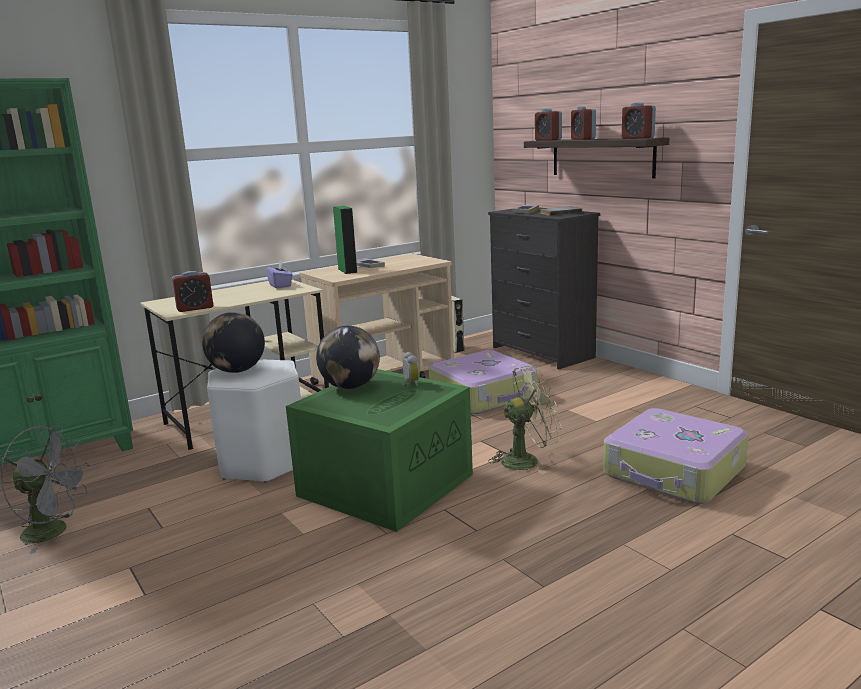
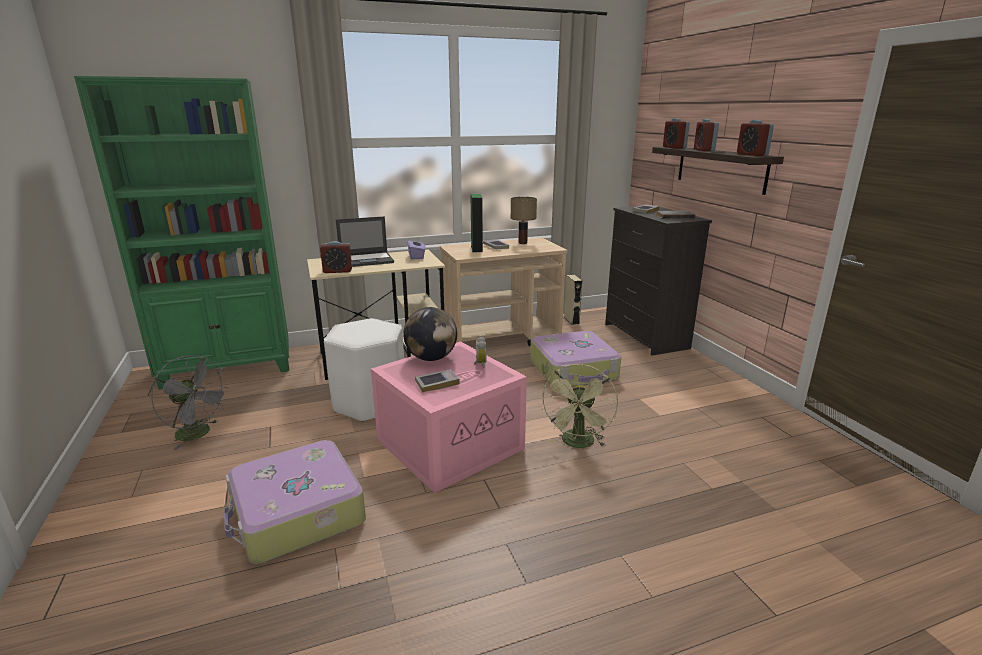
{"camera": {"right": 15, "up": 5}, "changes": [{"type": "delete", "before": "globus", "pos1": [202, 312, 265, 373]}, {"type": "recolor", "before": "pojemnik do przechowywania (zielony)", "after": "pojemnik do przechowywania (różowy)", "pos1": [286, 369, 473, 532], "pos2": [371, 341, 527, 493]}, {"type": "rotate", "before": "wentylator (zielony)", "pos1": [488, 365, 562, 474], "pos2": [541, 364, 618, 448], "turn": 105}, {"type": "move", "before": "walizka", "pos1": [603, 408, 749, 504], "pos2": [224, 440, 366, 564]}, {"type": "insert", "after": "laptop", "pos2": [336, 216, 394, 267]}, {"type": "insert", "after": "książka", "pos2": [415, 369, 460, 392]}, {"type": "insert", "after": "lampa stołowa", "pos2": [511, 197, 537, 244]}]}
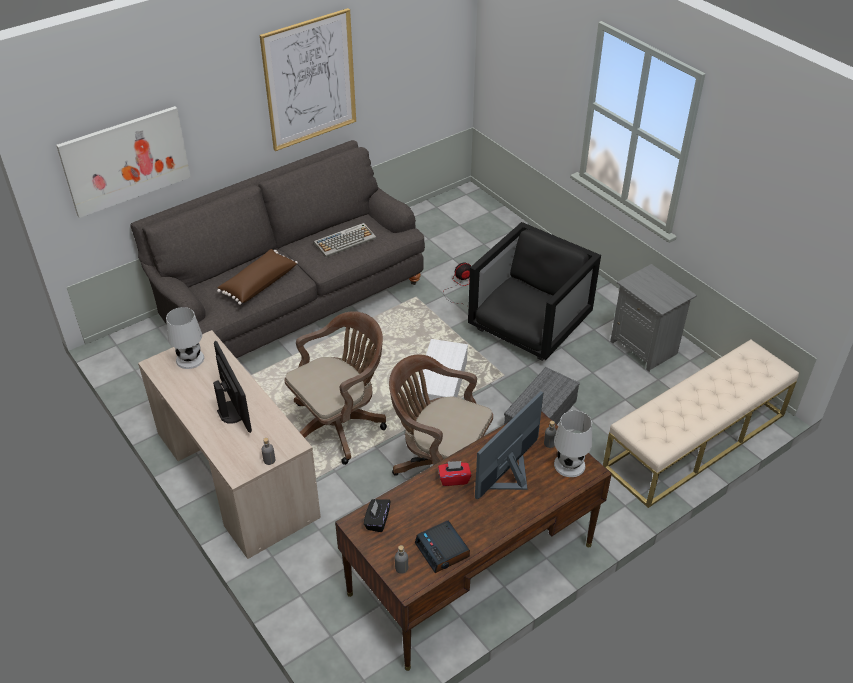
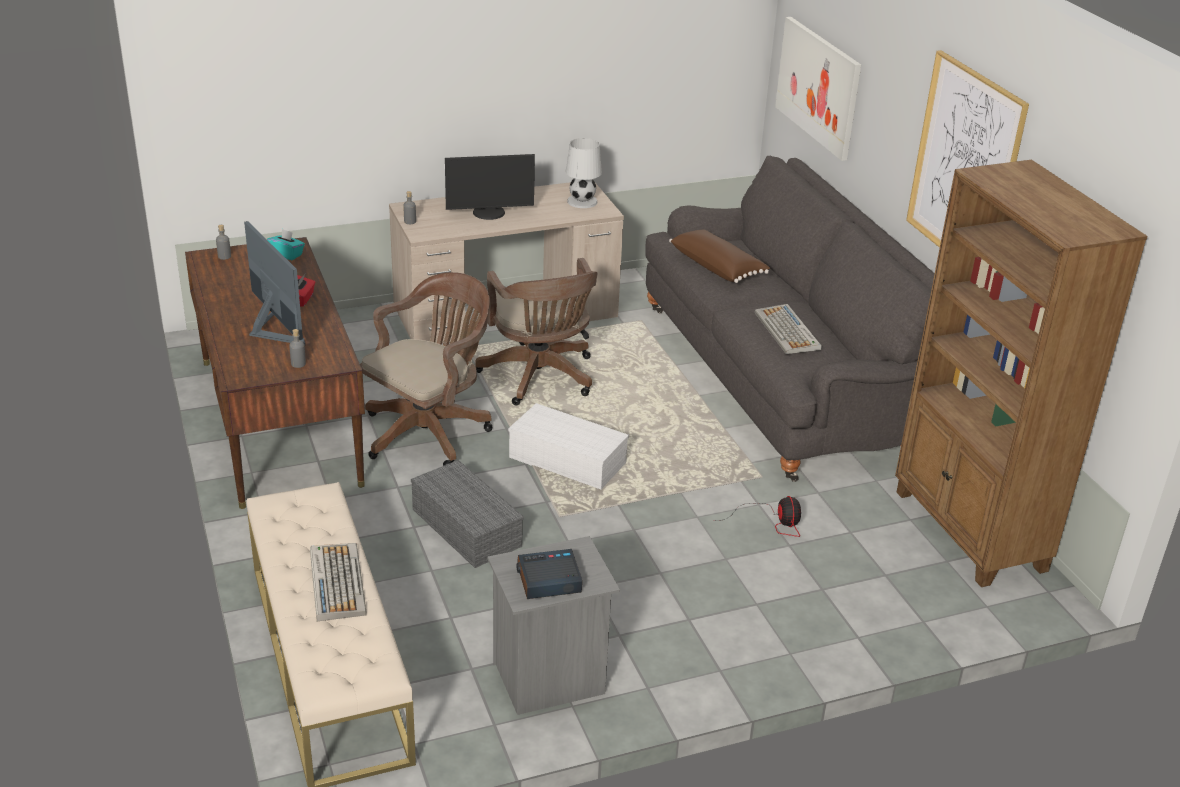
{"camera": {"right": 105, "up": -10}, "changes": [{"type": "recolor", "before": "pudełko chusteczek (czarny)", "after": "pudełko chusteczek (turkusowy)", "pos1": [364, 499, 390, 532], "pos2": [267, 229, 305, 260]}, {"type": "move", "before": "budzik", "pos1": [415, 521, 470, 573], "pos2": [516, 549, 582, 599]}, {"type": "delete", "before": "fotel (czarny)", "pos1": [468, 222, 601, 361]}, {"type": "delete", "before": "lampa stołowa (biały)", "pos1": [554, 410, 592, 477]}, {"type": "insert", "after": "klawiatura", "pos2": [310, 543, 367, 621]}, {"type": "insert", "after": "regał (brązowy)", "pos2": [895, 160, 1148, 587]}]}
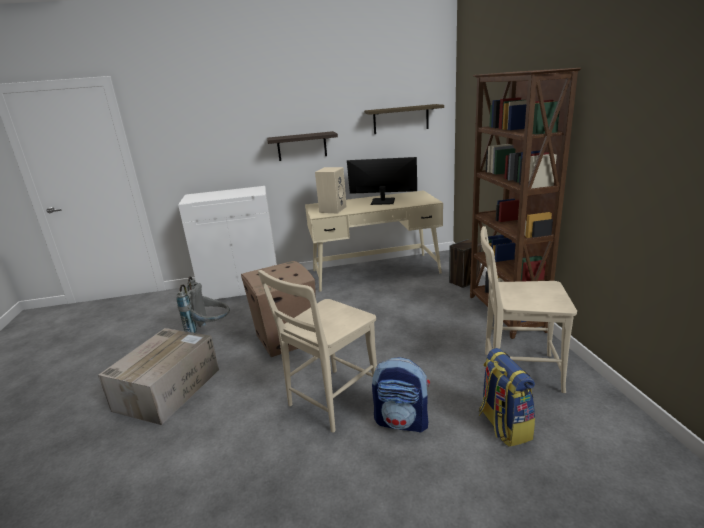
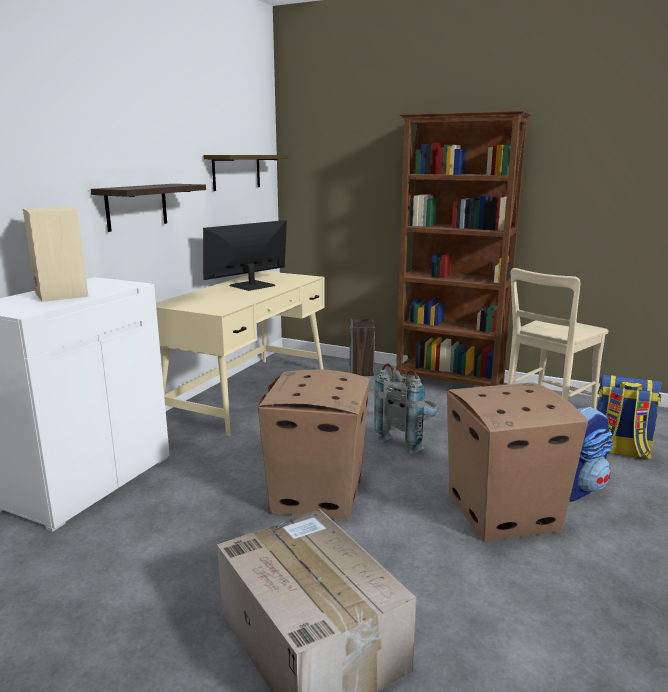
{"camera": {"right": -55, "up": -5}, "changes": [{"type": "move", "before": "plecak (szary)", "pos1": [176, 276, 230, 333], "pos2": [374, 364, 439, 453]}, {"type": "replace", "before": "krzesło (beżowy)", "after": "karton", "pos1": [258, 270, 377, 433], "pos2": [447, 383, 588, 542]}, {"type": "move", "before": "głośnik (beżowy)", "pos1": [315, 167, 347, 214], "pos2": [23, 206, 88, 302]}]}
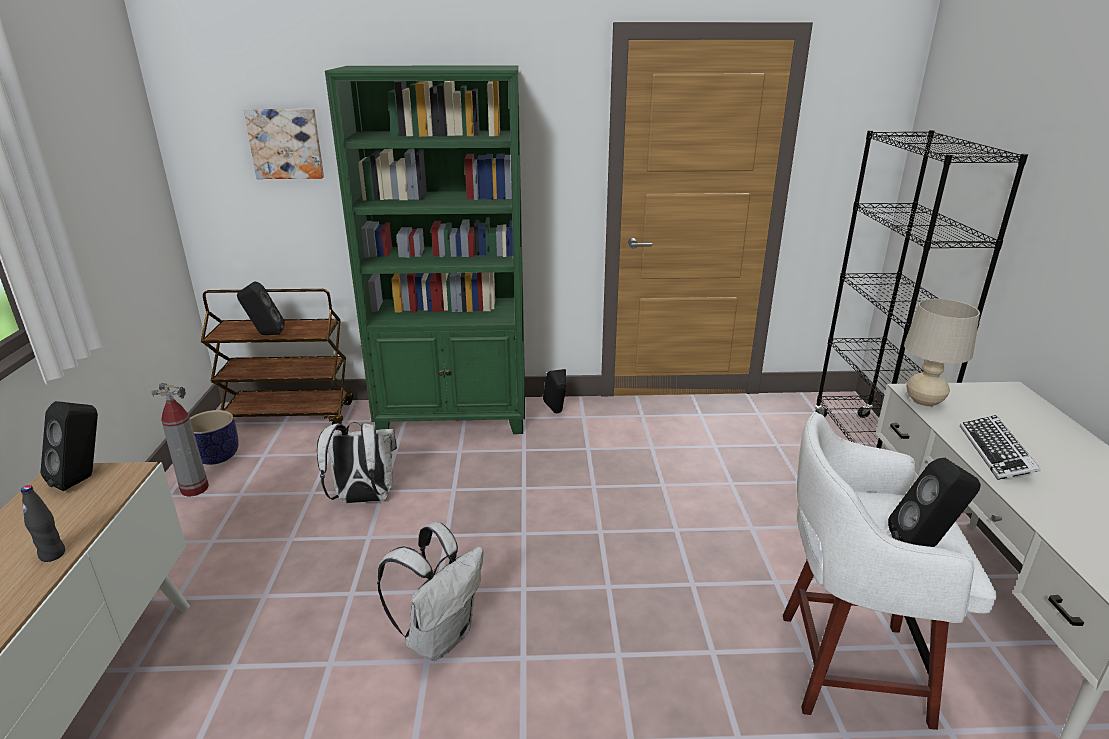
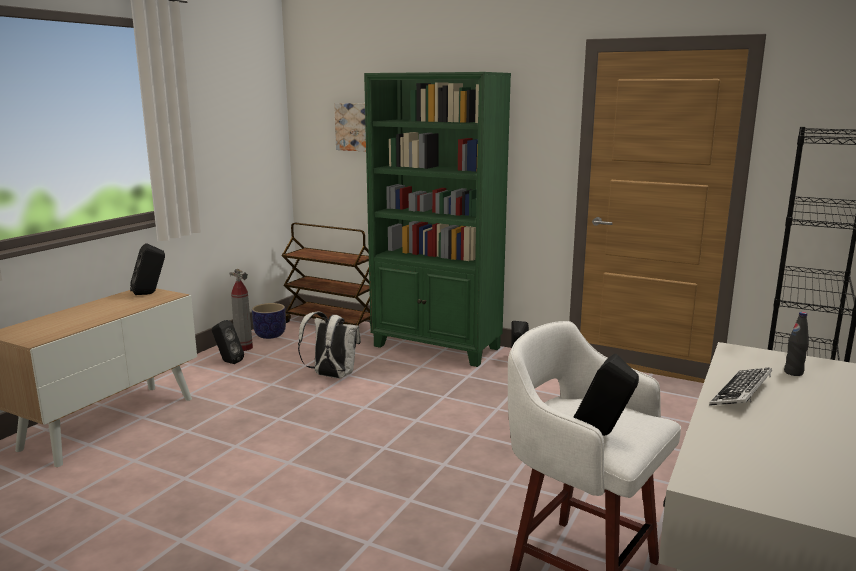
{"camera": {"right": 30, "up": -10}, "changes": [{"type": "move", "before": "butelka (czarny)", "pos1": [21, 485, 65, 562], "pos2": [784, 312, 809, 376]}, {"type": "move", "before": "głośnik (czarny)", "pos1": [237, 281, 285, 335], "pos2": [212, 320, 244, 364]}, {"type": "delete", "before": "plecak (biały)", "pos1": [377, 522, 483, 660]}, {"type": "delete", "before": "lampa stołowa (beżowy)", "pos1": [904, 299, 980, 407]}]}
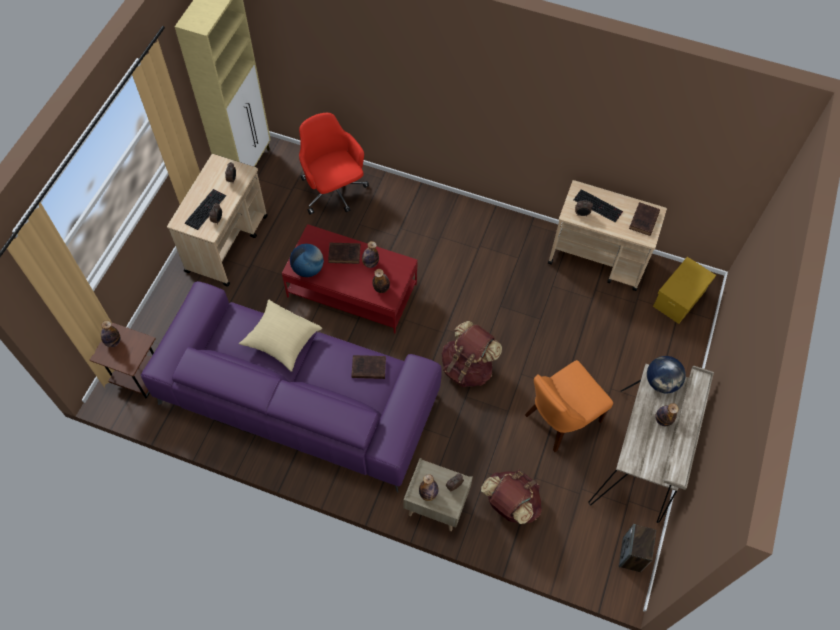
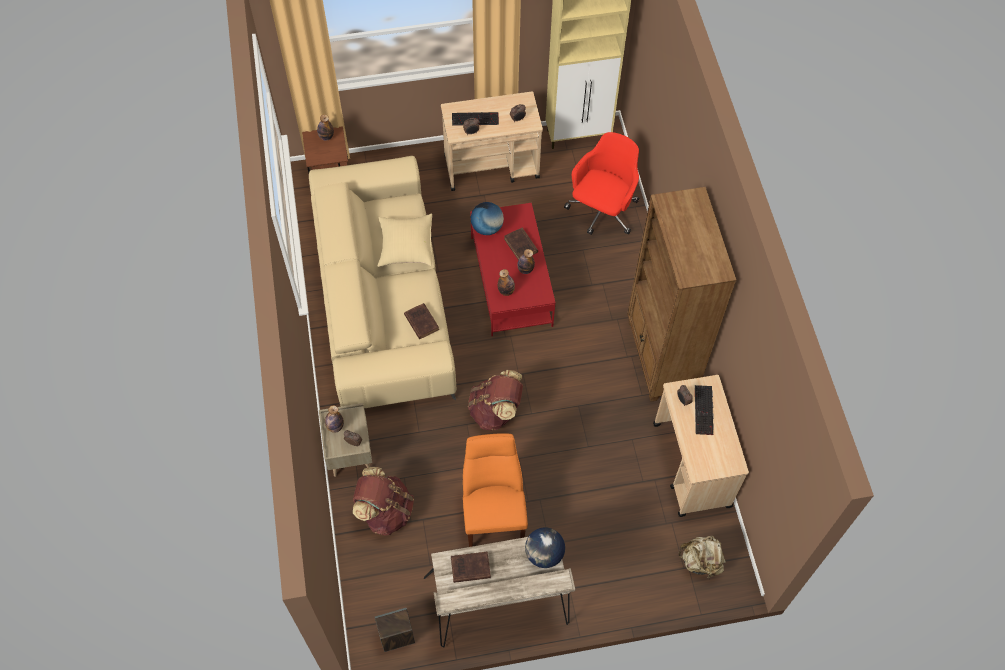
{"camera": {"right": 60, "up": 0}, "changes": [{"type": "recolor", "before": "kanapa (fioletowy)", "after": "kanapa (beżowy)", "pos1": [141, 281, 442, 493], "pos2": [309, 156, 456, 408]}, {"type": "rotate", "before": "krzesło (pomarańczowy)", "pos1": [525, 360, 613, 452], "pos2": [463, 433, 528, 547], "turn": 60}, {"type": "move", "before": "książka (brązowy)", "pos1": [629, 202, 660, 236], "pos2": [451, 551, 491, 583]}, {"type": "replace", "before": "pojemnik do przechowywania (żółty)", "after": "plecak (beżowy)", "pos1": [653, 257, 716, 324], "pos2": [678, 536, 726, 578]}, {"type": "delete", "before": "butelka", "pos1": [655, 403, 679, 426]}, {"type": "insert", "after": "regał (brązowy)", "pos2": [627, 187, 736, 402]}]}
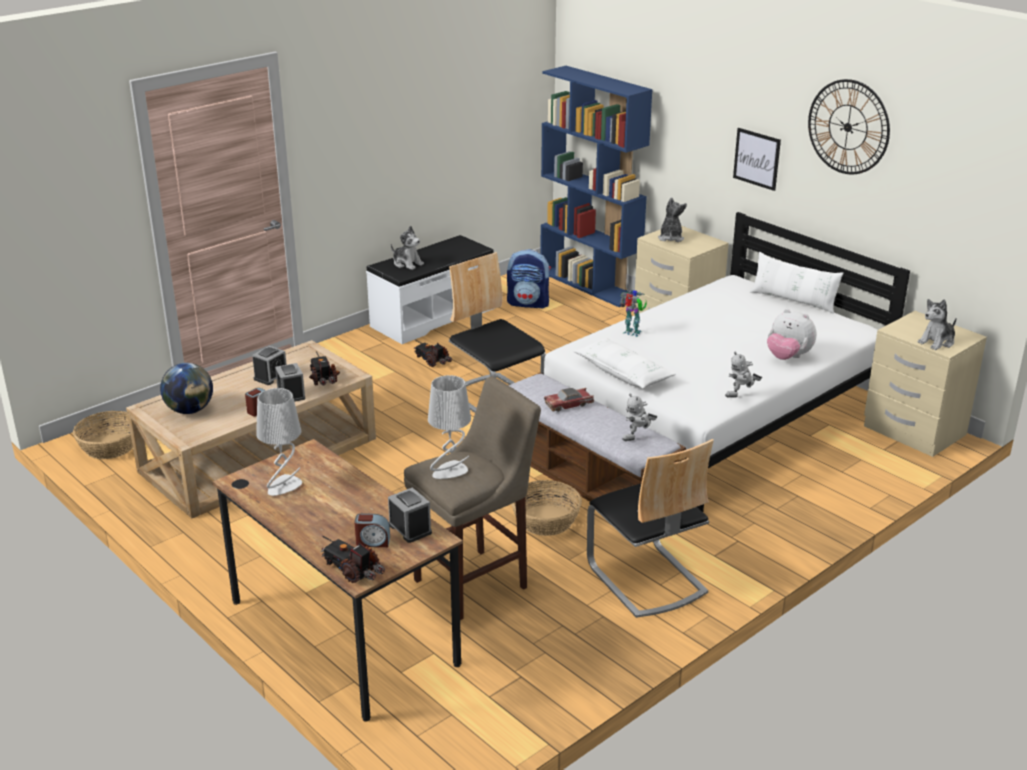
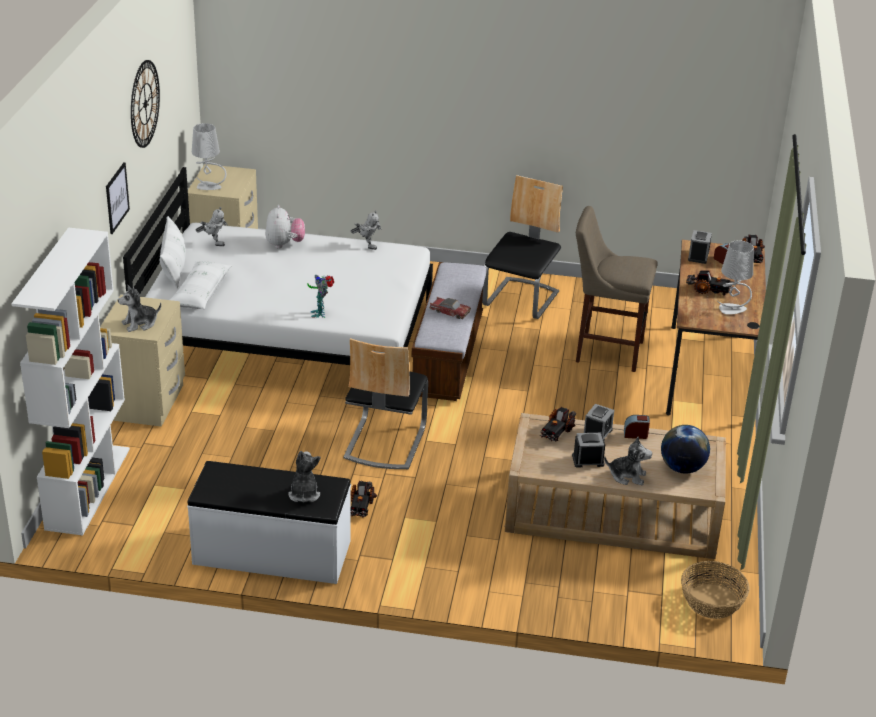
{"camera": {"right": -130, "up": 5}, "changes": [{"type": "move", "before": "lampa stołowa (szary)", "pos1": [428, 375, 471, 479], "pos2": [192, 123, 226, 190]}, {"type": "delete", "before": "plecak", "pos1": [507, 249, 551, 308]}, {"type": "delete", "before": "koszyk", "pos1": [512, 480, 582, 536]}, {"type": "recolor", "before": "regał (niebieski)", "after": "regał (biały)", "pos1": [540, 66, 653, 307], "pos2": [11, 227, 130, 536]}, {"type": "move", "before": "poduszka (biały)", "pos1": [573, 338, 676, 388], "pos2": [170, 261, 232, 309]}, {"type": "move", "before": "robot zabawkowy", "pos1": [622, 394, 657, 441], "pos2": [196, 207, 228, 246]}, {"type": "move", "before": "pluszak", "pos1": [918, 299, 957, 350], "pos2": [604, 437, 652, 486]}, {"type": "insert", "after": "ciężarówka zabawkowa", "pos2": [686, 271, 734, 296]}]}
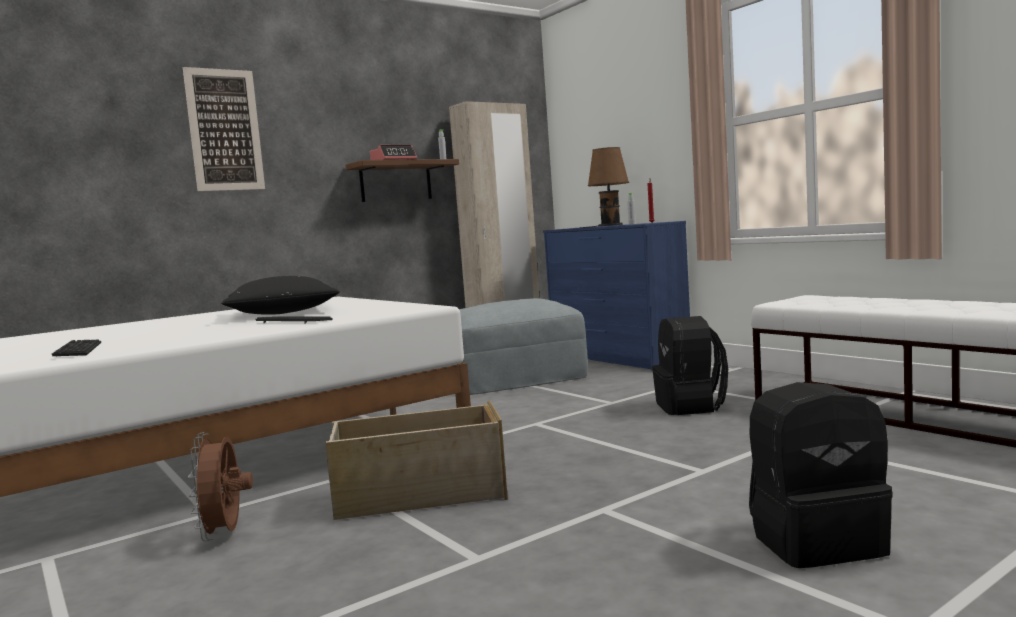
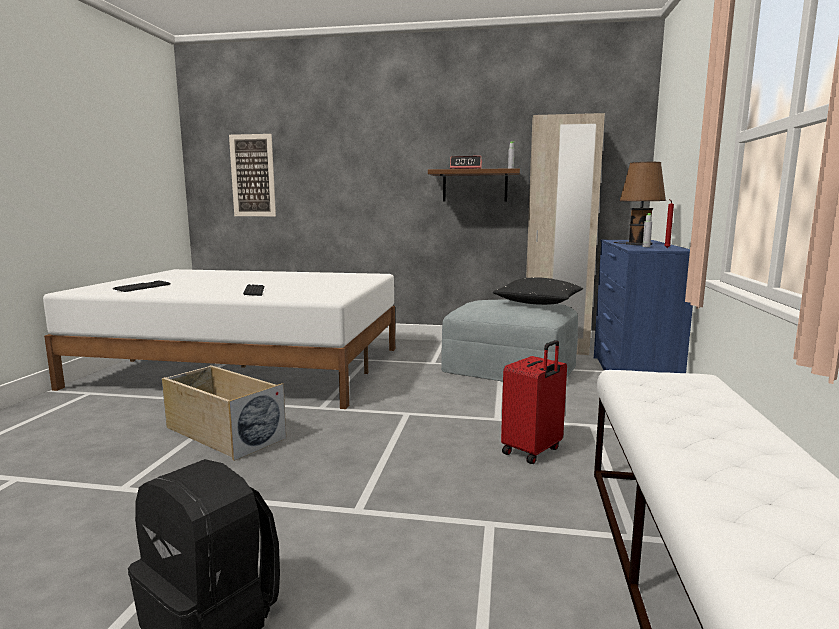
{"camera": {"right": 45, "up": 5}, "changes": [{"type": "move", "before": "obraz", "pos1": [183, 67, 265, 191], "pos2": [229, 134, 276, 216]}, {"type": "delete", "before": "wentylator (brązowy)", "pos1": [188, 432, 253, 541]}, {"type": "move", "before": "poduszka (czarny)", "pos1": [221, 276, 340, 315], "pos2": [492, 277, 583, 305]}, {"type": "replace", "before": "plecak (czarny)", "after": "walizka (czerwony)", "pos1": [652, 316, 728, 415], "pos2": [501, 340, 567, 464]}]}
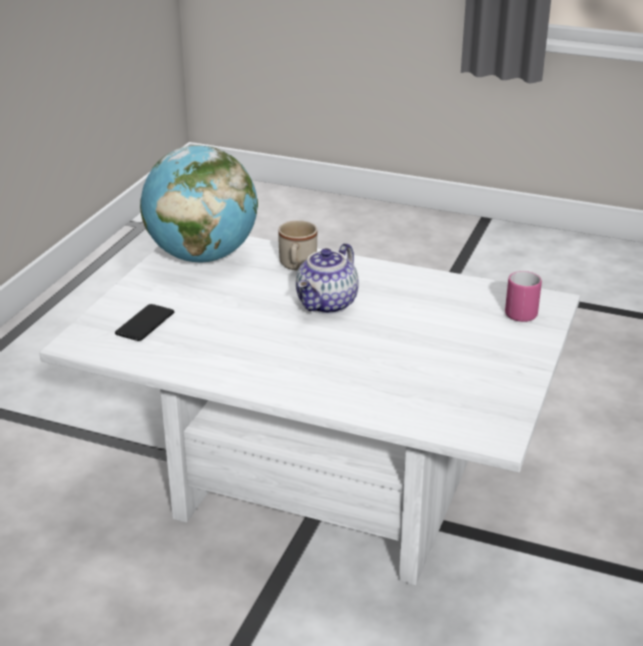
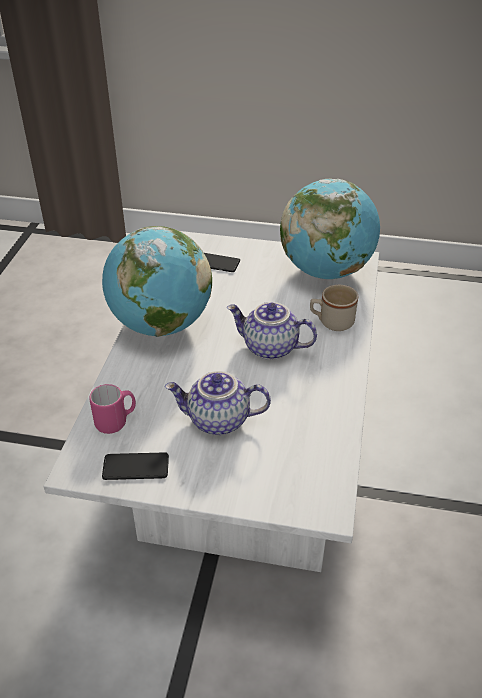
{"camera": {"right": 80, "up": 10}, "changes": [{"type": "move", "before": "kubek (różowy)", "pos1": [505, 271, 542, 322], "pos2": [89, 384, 136, 434]}, {"type": "insert", "after": "globus", "pos2": [102, 226, 212, 337]}, {"type": "insert", "after": "telefon", "pos2": [102, 452, 169, 480]}, {"type": "insert", "after": "imbryk", "pos2": [165, 371, 271, 435]}]}
